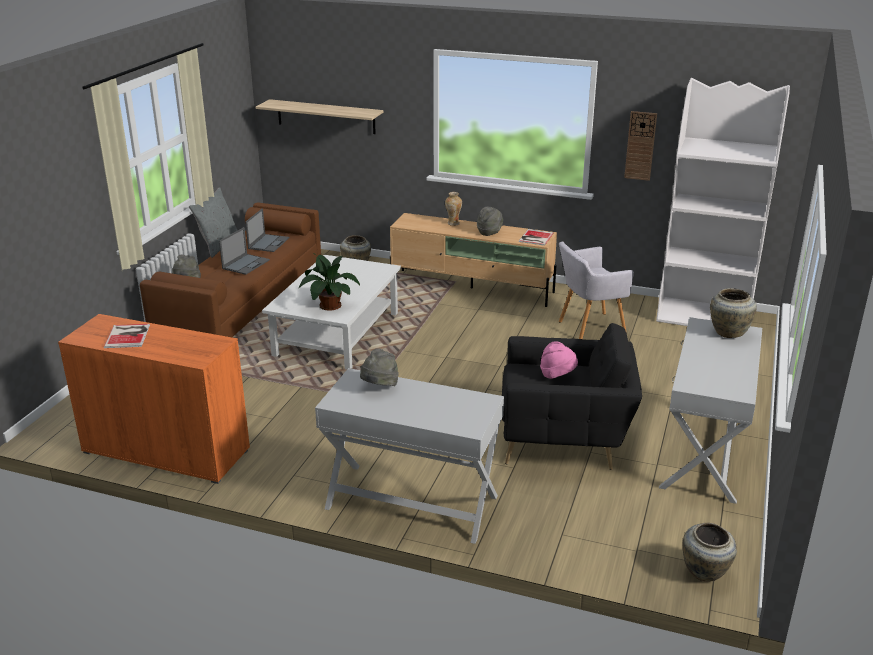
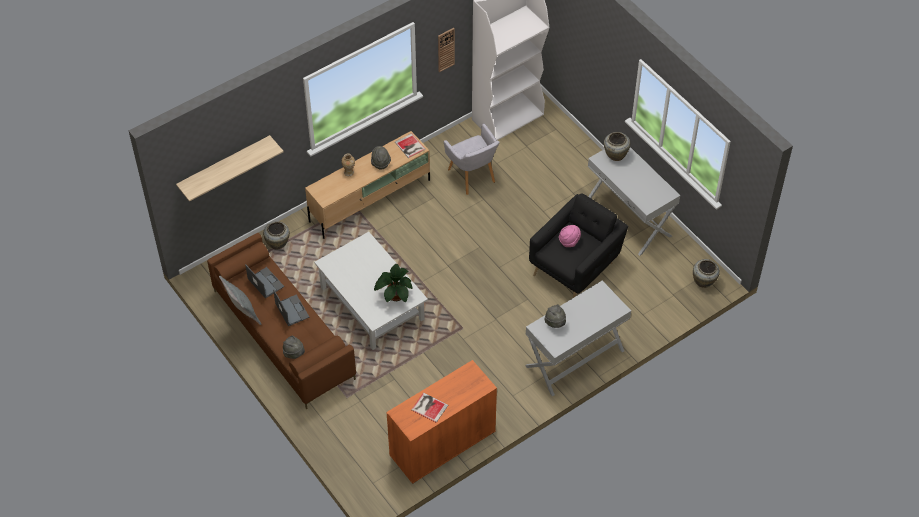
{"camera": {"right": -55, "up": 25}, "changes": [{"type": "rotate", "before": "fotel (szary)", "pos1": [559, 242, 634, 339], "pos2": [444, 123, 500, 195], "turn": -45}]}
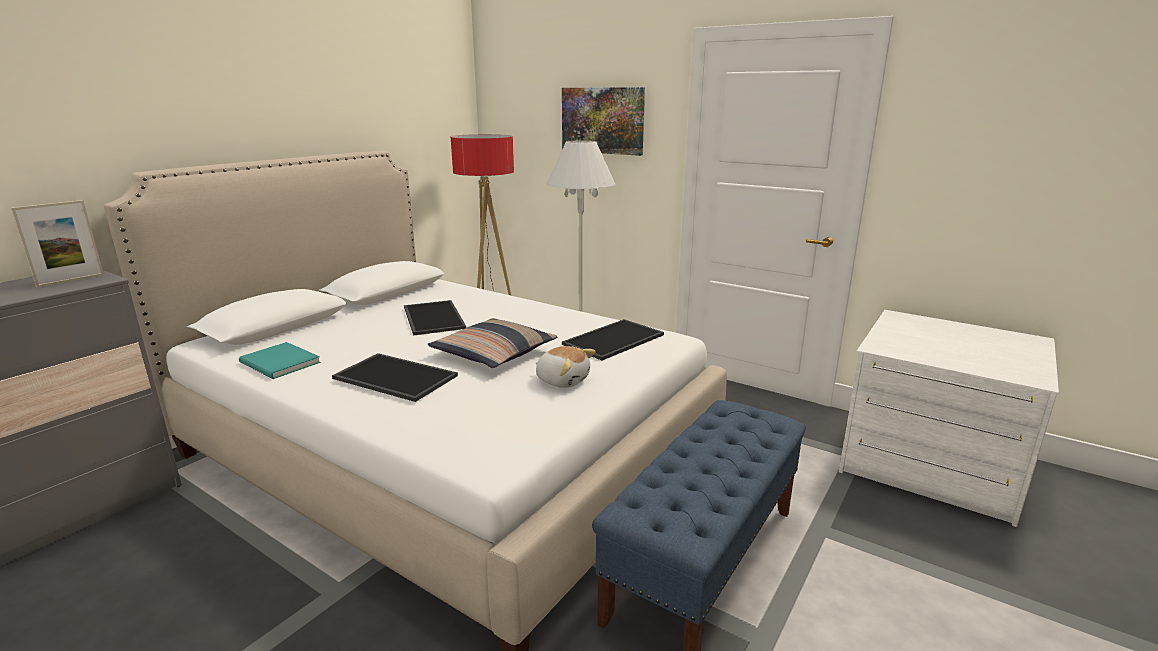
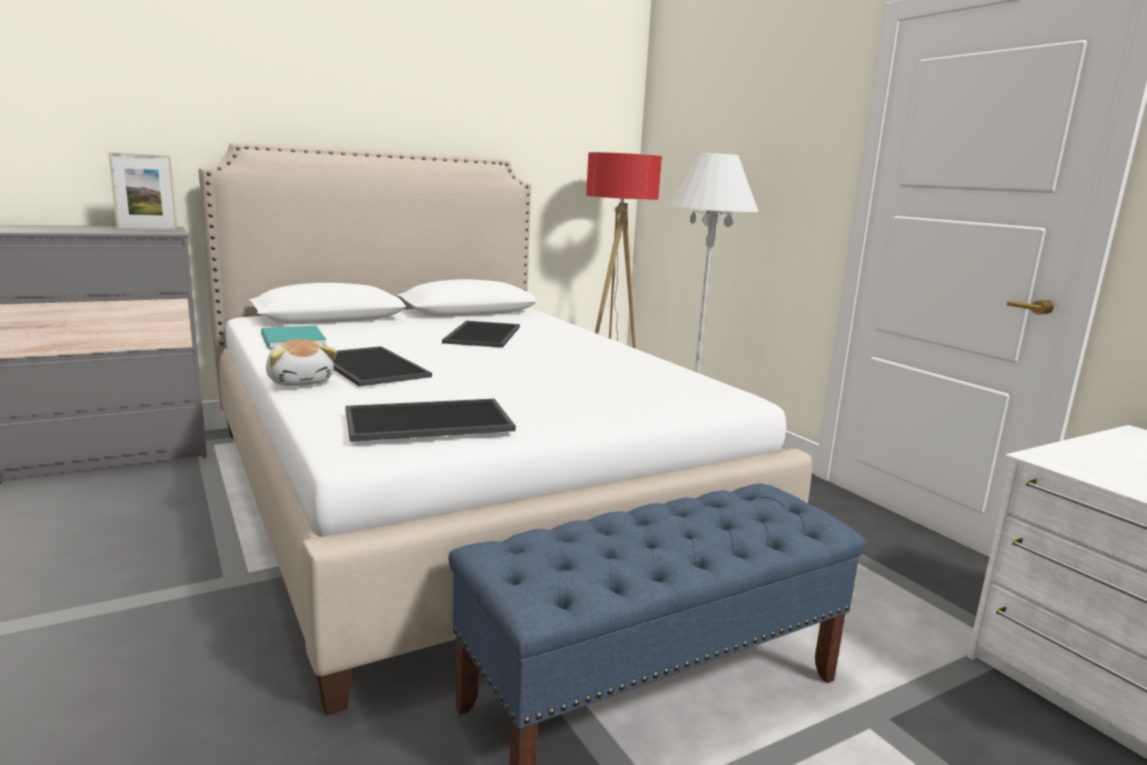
{"camera": {"right": 25, "up": -5}, "changes": [{"type": "delete", "before": "poduszka", "pos1": [428, 318, 557, 368]}, {"type": "move", "before": "pluszak", "pos1": [536, 346, 596, 388], "pos2": [266, 339, 337, 386]}, {"type": "delete", "before": "obraz", "pos1": [562, 87, 645, 156]}, {"type": "move", "before": "taca", "pos1": [562, 319, 664, 360], "pos2": [345, 399, 516, 442]}]}
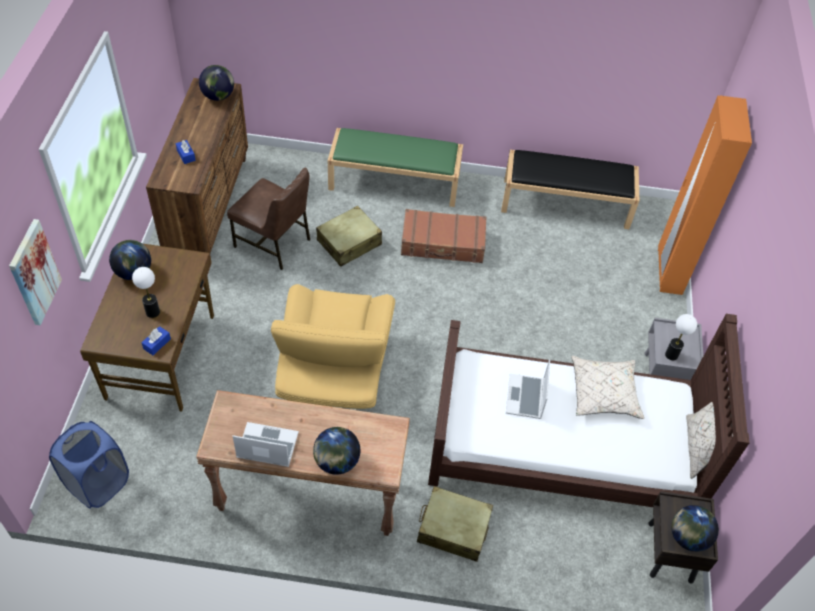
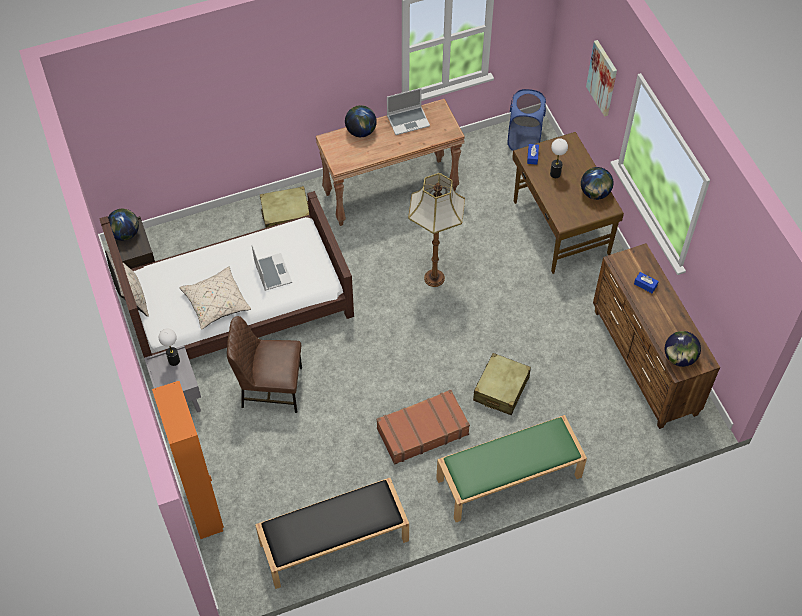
{"camera": {"right": 155, "up": 5}, "changes": [{"type": "move", "before": "krzesło (brązowy)", "pos1": [227, 168, 310, 270], "pos2": [227, 316, 302, 413]}, {"type": "replace", "before": "fotel (żółty)", "after": "lampa stojąca", "pos1": [271, 284, 395, 409], "pos2": [408, 173, 465, 287]}]}
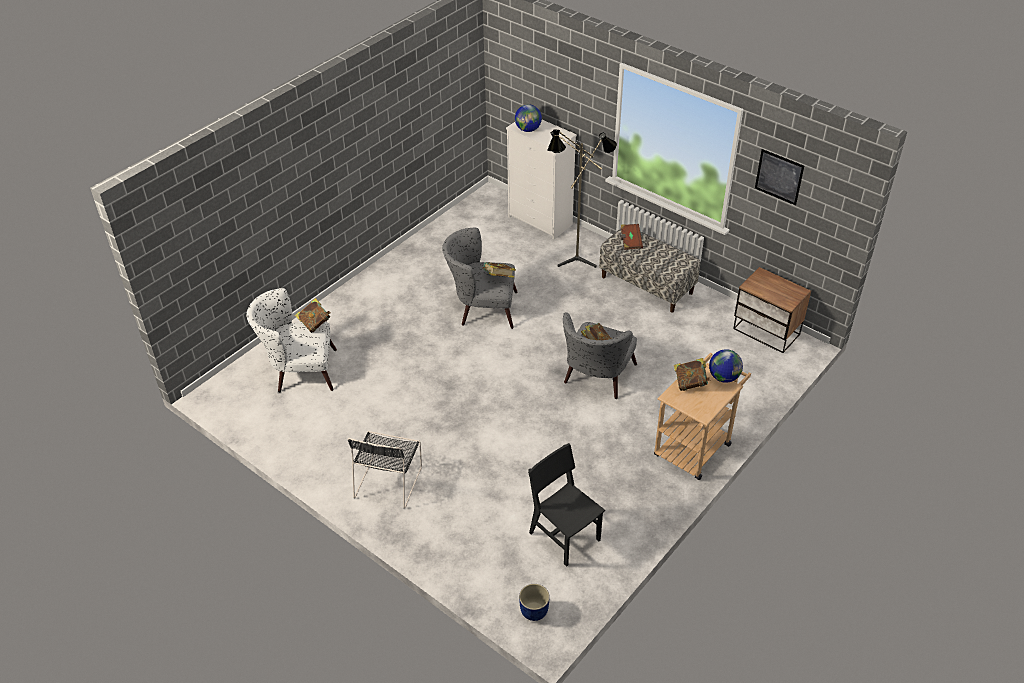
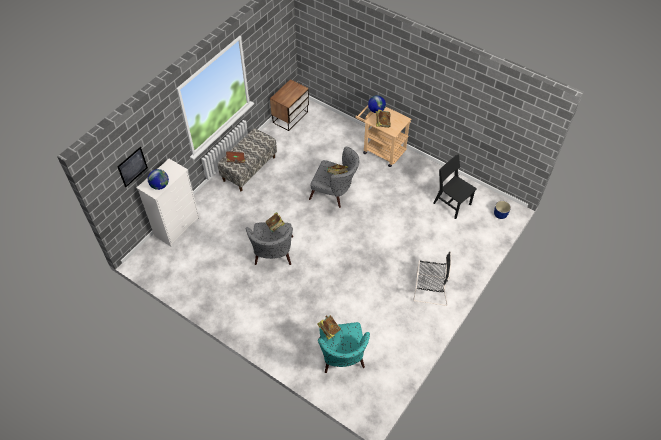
{"camera": {"right": -95, "up": 10}, "changes": [{"type": "recolor", "before": "fotel (biały)", "after": "fotel (turkusowy)", "pos1": [246, 288, 337, 392], "pos2": [318, 322, 370, 373]}, {"type": "rotate", "before": "krzesło (czarny)", "pos1": [528, 443, 605, 567], "pos2": [434, 155, 477, 219], "turn": 90}, {"type": "delete", "before": "lampa stojąca", "pos1": [547, 130, 617, 268]}, {"type": "move", "before": "obraz", "pos1": [755, 149, 804, 205], "pos2": [117, 147, 148, 187]}]}
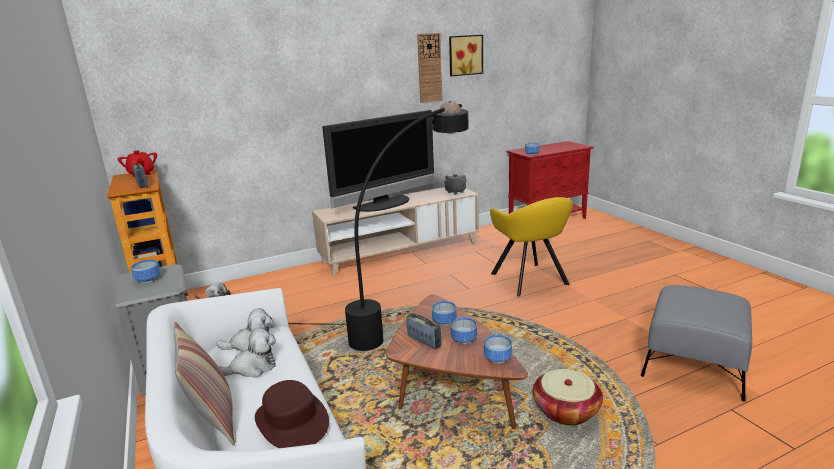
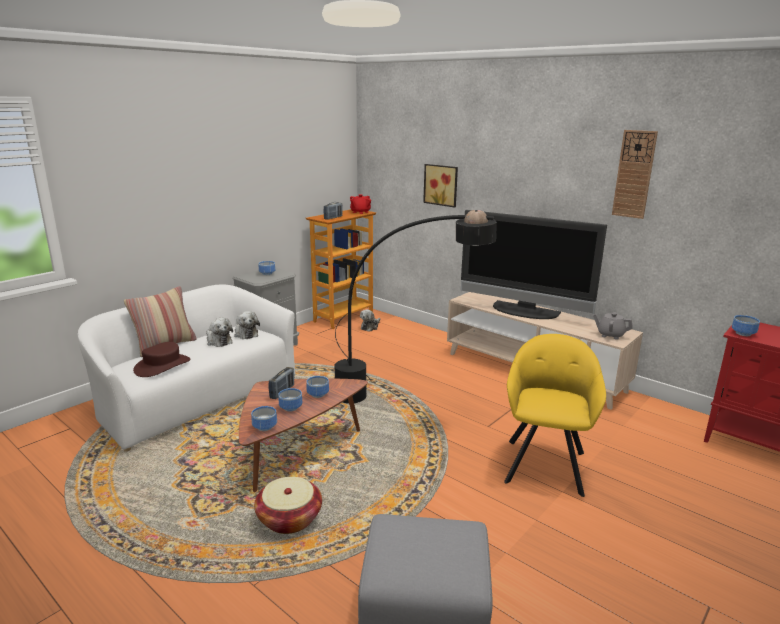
{"camera": {"right": 65, "up": 0}, "changes": [{"type": "move", "before": "obraz", "pos1": [449, 35, 483, 76], "pos2": [423, 164, 458, 208]}, {"type": "rotate", "before": "fotel (żółty)", "pos1": [490, 197, 573, 297], "pos2": [504, 334, 606, 497], "turn": 150}]}
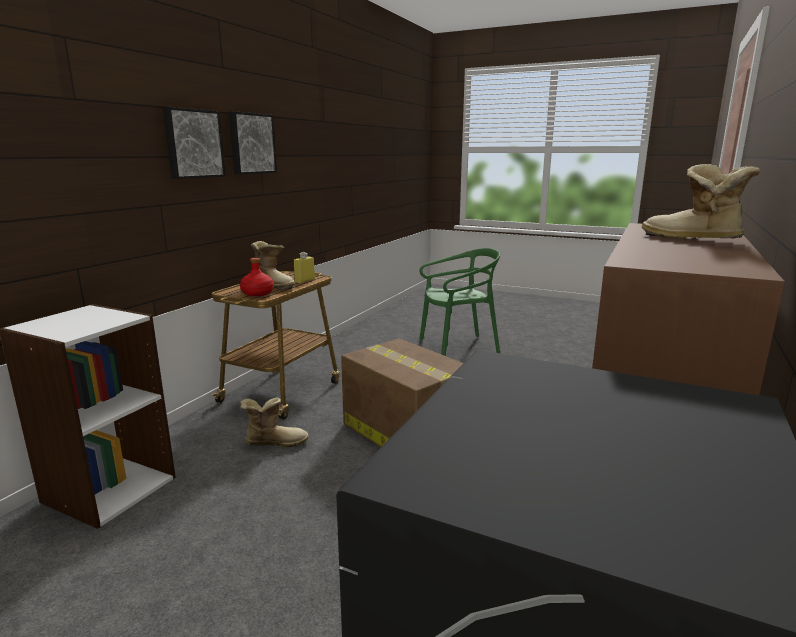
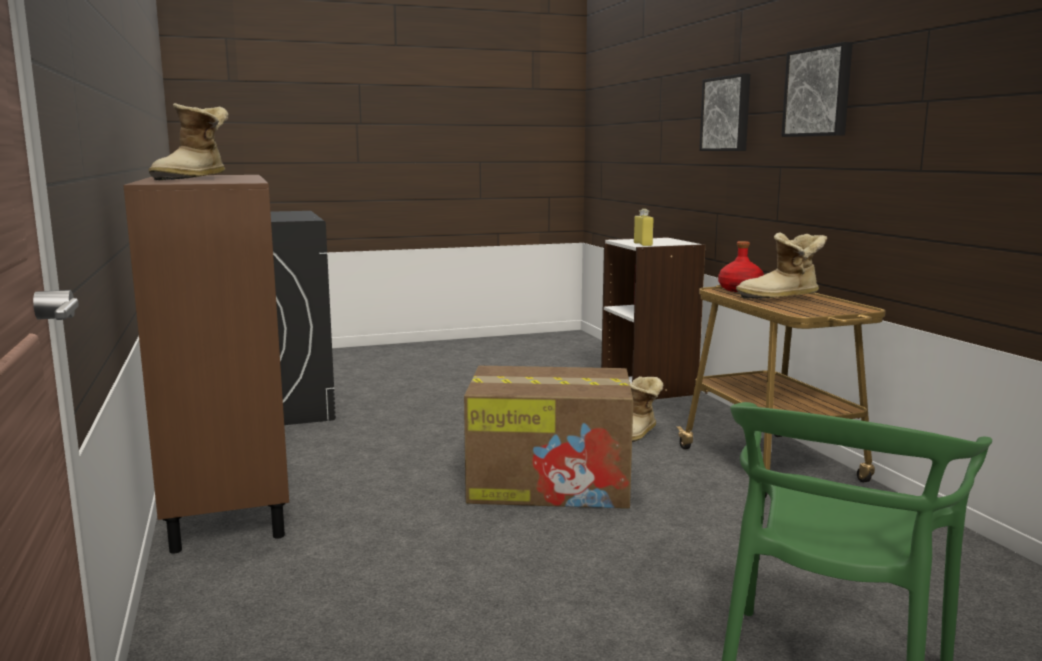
{"camera": {"right": 135, "up": -5}, "changes": [{"type": "move", "before": "obraz", "pos1": [229, 111, 277, 175], "pos2": [699, 73, 750, 151]}, {"type": "move", "before": "butelka (żółty)", "pos1": [294, 252, 315, 283], "pos2": [634, 209, 653, 246]}, {"type": "rotate", "before": "but z cholewką", "pos1": [642, 164, 760, 239], "pos2": [148, 103, 229, 181], "turn": 105}]}
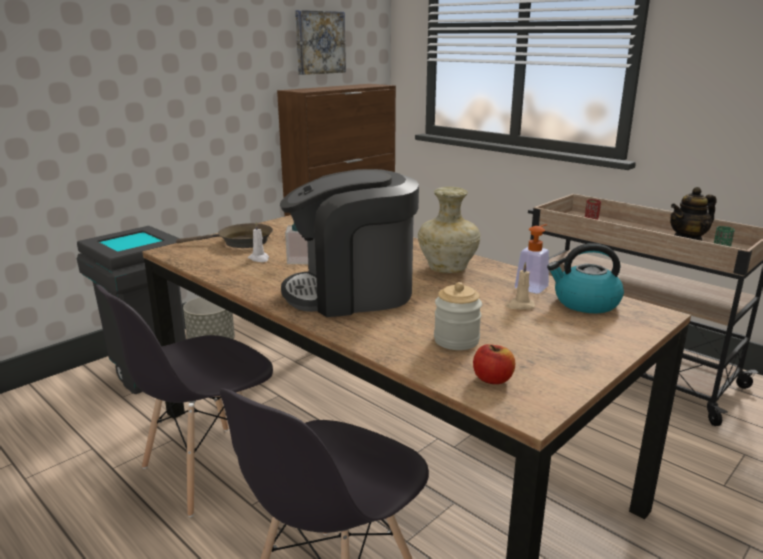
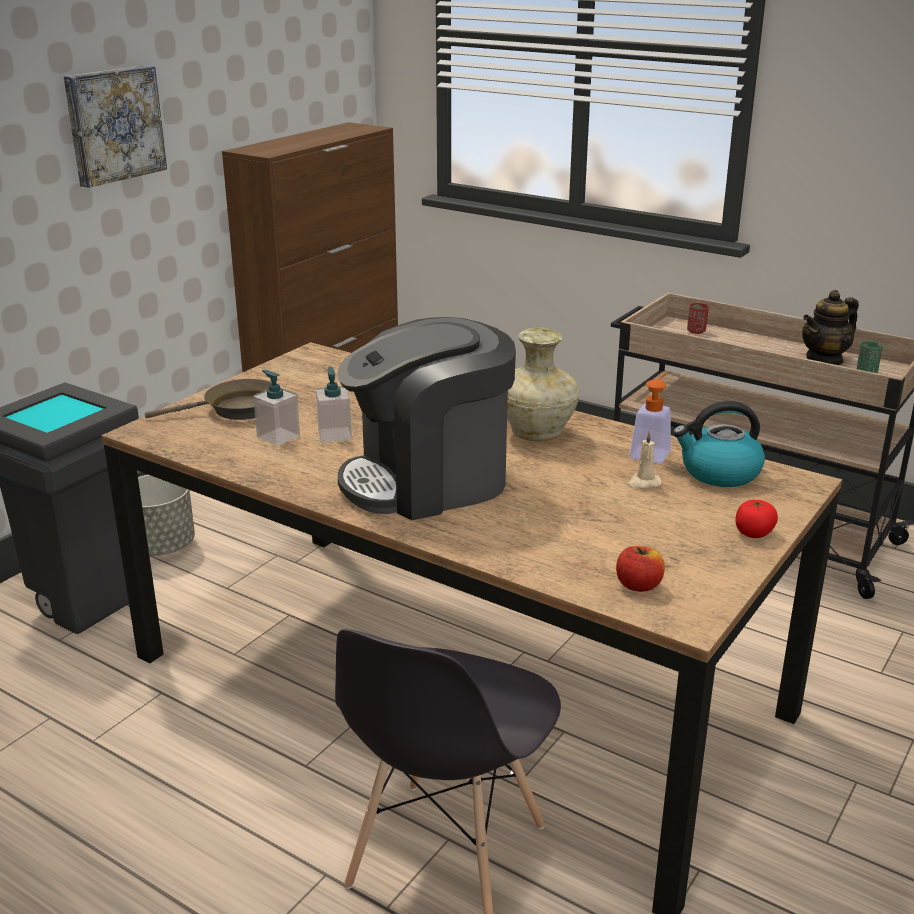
{"camera": {"right": -10, "up": 5}, "changes": [{"type": "delete", "before": "krzesło (szary)", "pos1": [96, 284, 273, 517]}, {"type": "replace", "before": "świeca (biały)", "after": "dozownik mydła", "pos1": [248, 222, 269, 262], "pos2": [253, 370, 300, 446]}, {"type": "move", "before": "obraz", "pos1": [295, 10, 346, 75], "pos2": [64, 65, 167, 188]}, {"type": "delete", "before": "słoik", "pos1": [434, 282, 482, 350]}, {"type": "insert", "after": "pomidor", "pos2": [735, 500, 778, 538]}]}
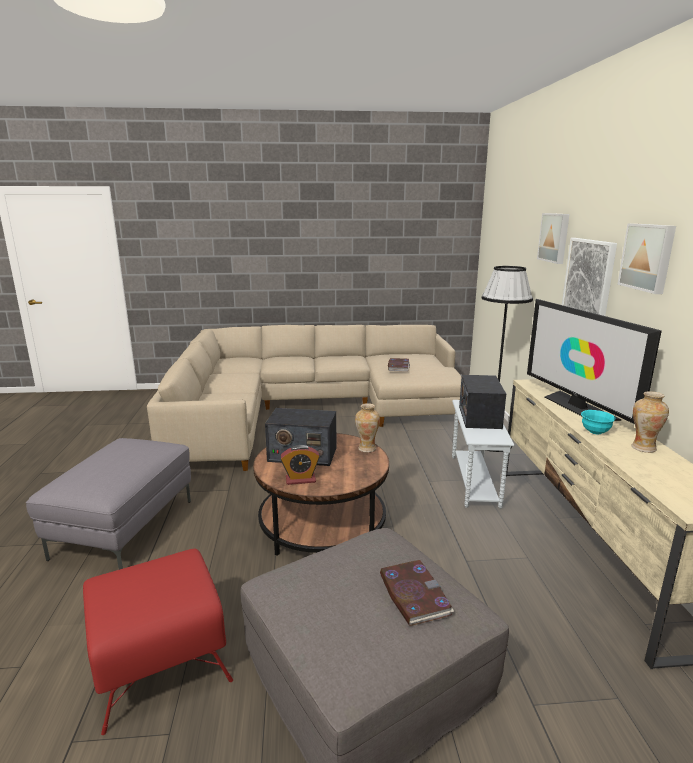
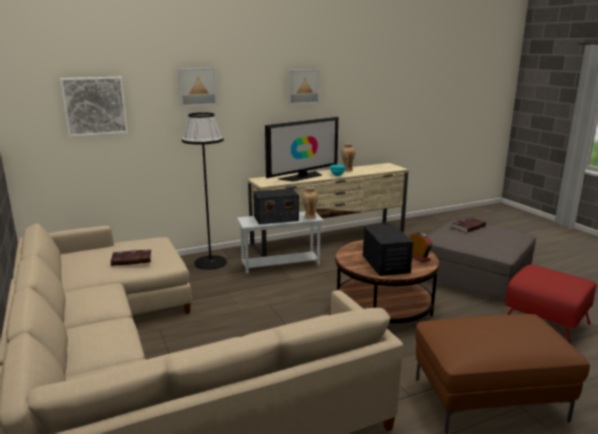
{"camera": {"right": -110, "up": 0}, "changes": [{"type": "recolor", "before": "pufa (szary)", "after": "pufa (brązowy)", "pos1": [26, 438, 191, 570], "pos2": [415, 314, 590, 433]}, {"type": "move", "before": "wazon", "pos1": [355, 403, 380, 453], "pos2": [302, 187, 318, 219]}, {"type": "move", "before": "obraz", "pos1": [562, 238, 617, 316], "pos2": [60, 77, 128, 137]}]}
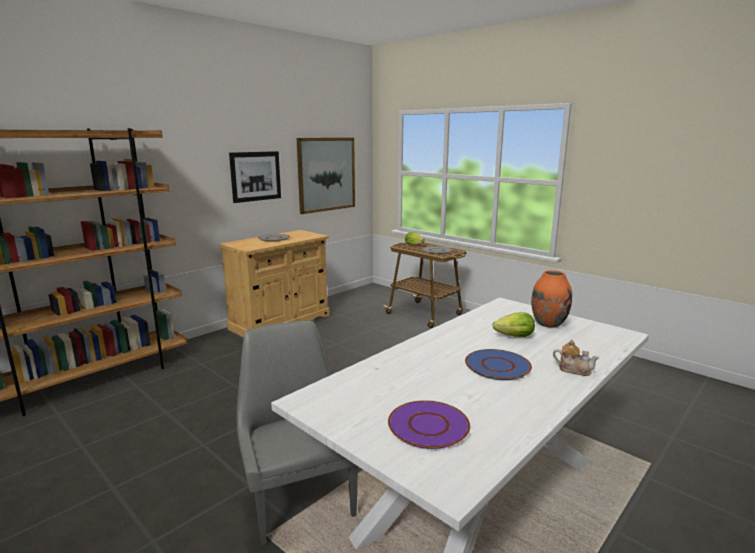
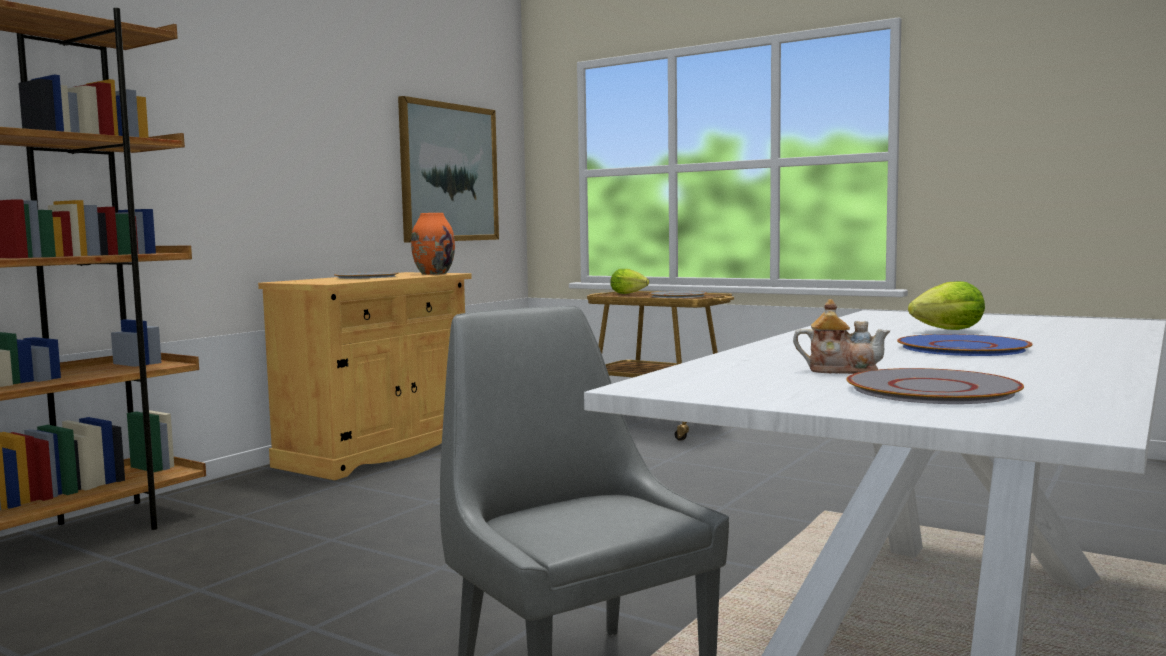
{"camera": {"right": -10, "up": -10}, "changes": [{"type": "delete", "before": "obraz", "pos1": [229, 151, 281, 203]}, {"type": "recolor", "before": "talerz (fioletowy)", "after": "talerz (szary)", "pos1": [388, 400, 470, 449], "pos2": [846, 368, 1024, 404]}, {"type": "move", "before": "wazon (pomarańczowy)", "pos1": [531, 270, 572, 328], "pos2": [411, 213, 455, 275]}, {"type": "move", "before": "imbryk", "pos1": [553, 340, 599, 376], "pos2": [793, 299, 890, 374]}]}
